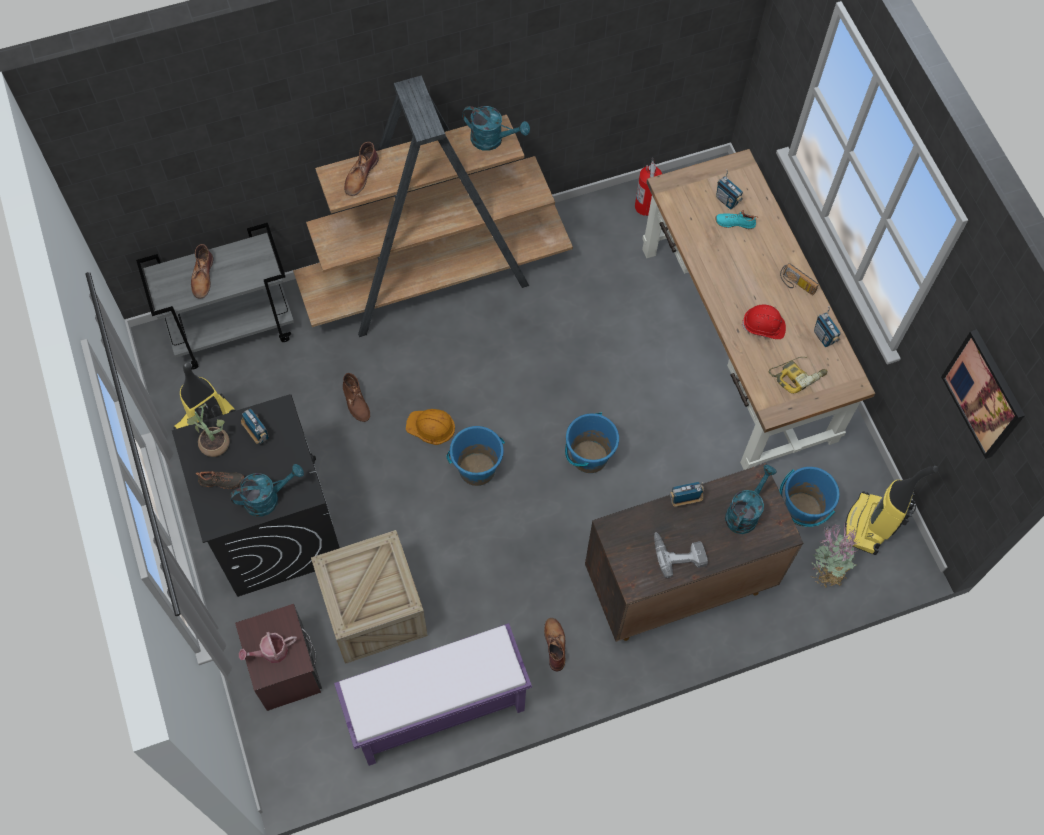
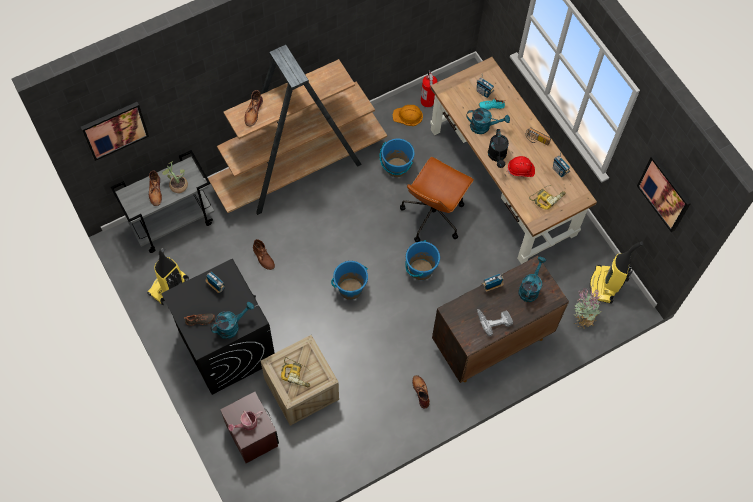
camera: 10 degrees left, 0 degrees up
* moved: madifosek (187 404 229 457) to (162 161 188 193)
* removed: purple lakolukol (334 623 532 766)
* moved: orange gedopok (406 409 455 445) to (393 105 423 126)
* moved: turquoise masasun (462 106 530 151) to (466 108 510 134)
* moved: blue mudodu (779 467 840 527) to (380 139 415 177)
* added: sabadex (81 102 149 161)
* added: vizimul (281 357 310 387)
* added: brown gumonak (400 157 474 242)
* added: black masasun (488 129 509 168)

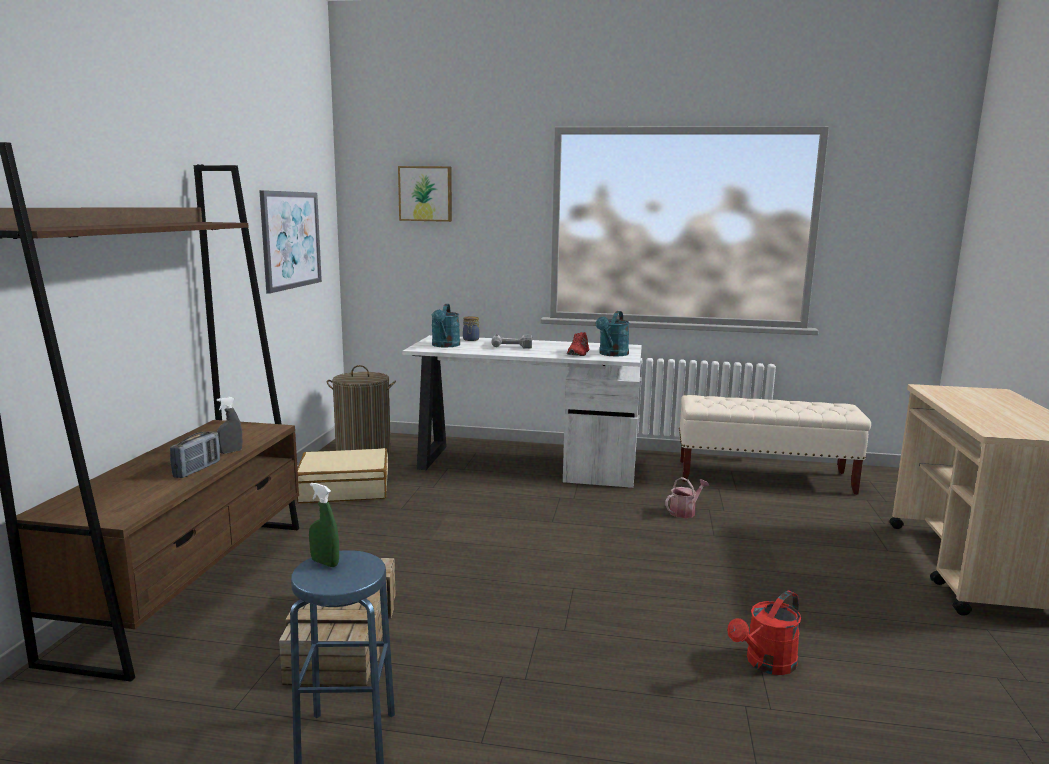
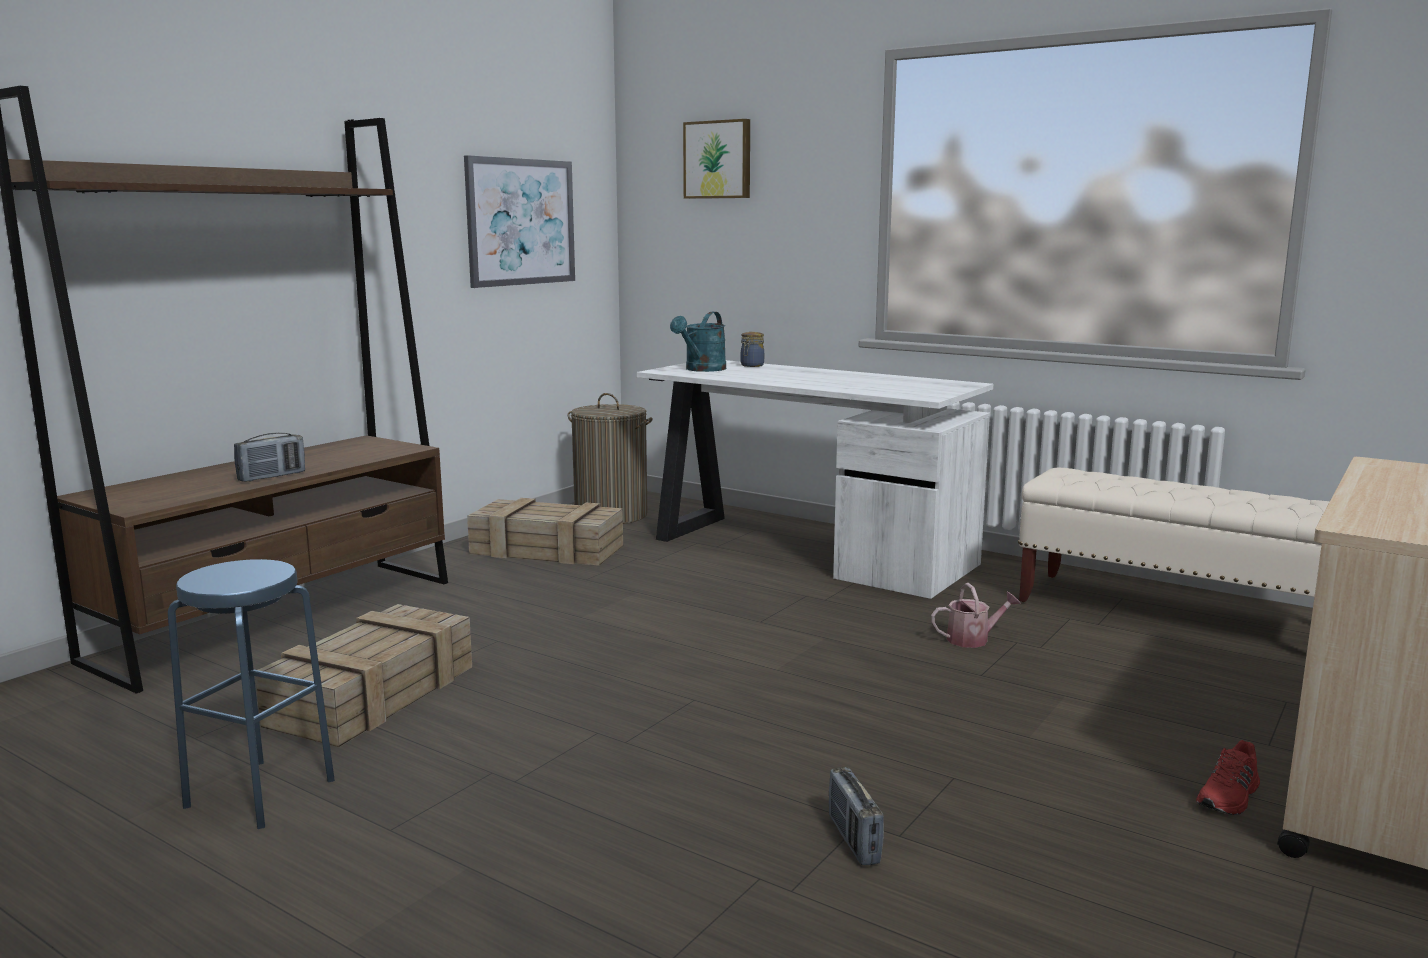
camera: 25 degrees right, 0 degrees up
* removed: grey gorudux (216 397 243 454)
* replaced: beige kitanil (296 448 388 503) to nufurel (467 498 623 566)
* removed: green gorudux (309 483 339 567)
* removed: vizimul (491 334 532 349)
* moved: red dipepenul (567 332 589 356) to (1196 740 1260 815)
* removed: turquoise masasun (596 311 629 356)
* replaced: red masasun (727 591 801 675) to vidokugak (829 767 884 865)

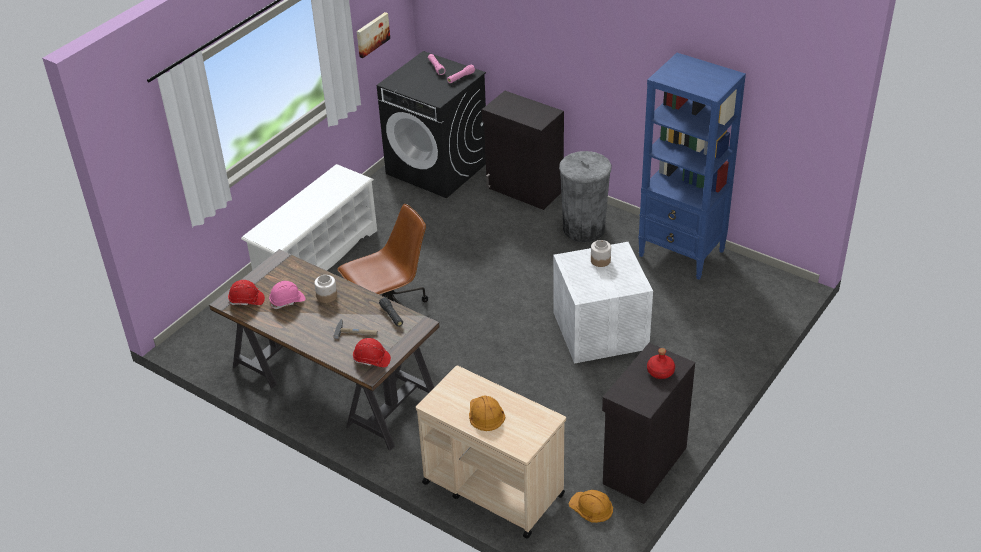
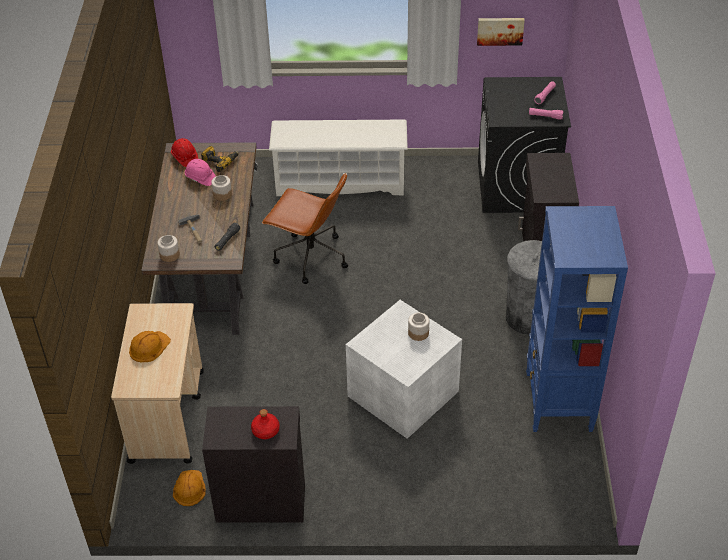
camera: 55 degrees right, 5 degrees up
* replaced: red gedopok (353 338 391 367) to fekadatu (157 235 180 262)
* added: vizimul (201 146 239 172)

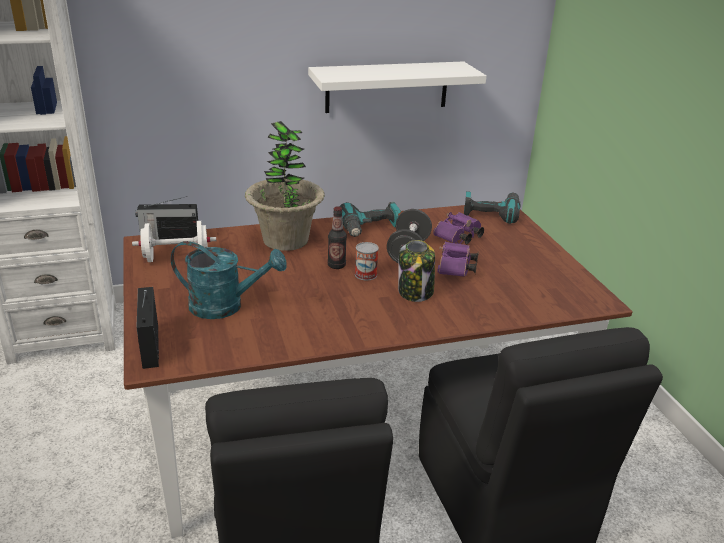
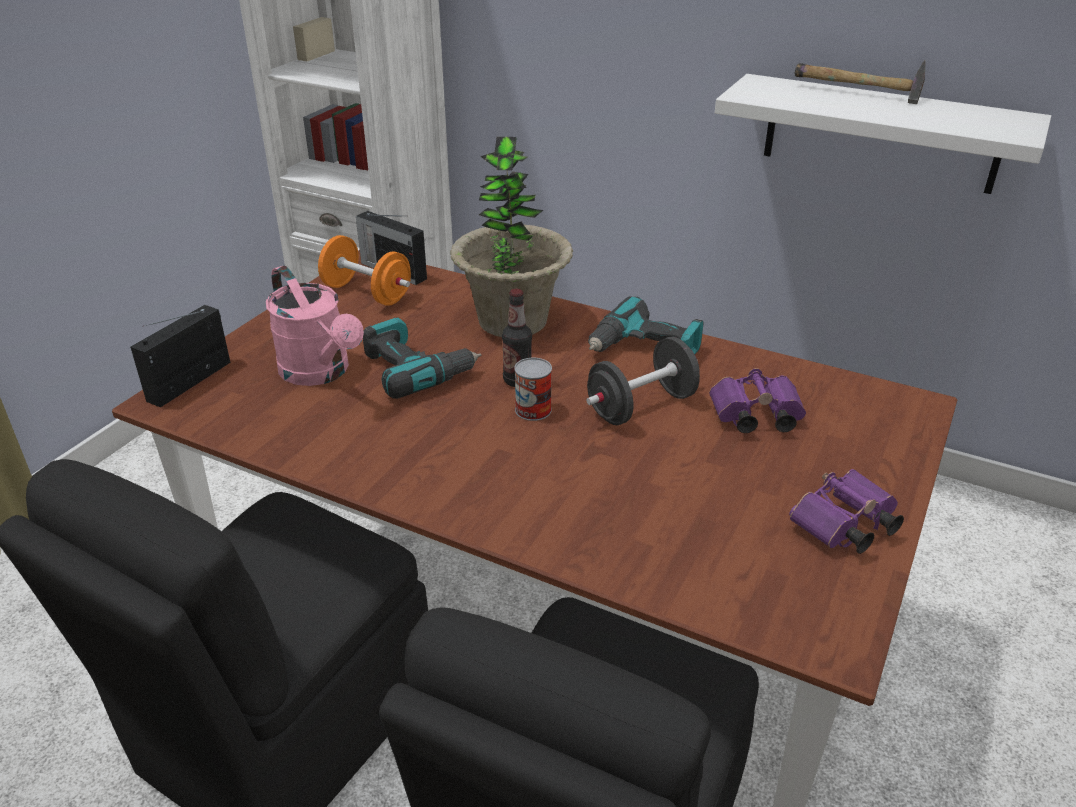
camera: 45 degrees right, 5 degrees up
* recoloured: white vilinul (132 221 216 262) to orange vilinul (318 235 411 306)
* recoloured: turquoise masasun (171 241 287 319) to pink masasun (266 265 364 386)
* removed: fekadatu (398 240 435 302)
* moved: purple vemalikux (437 242 479 277) to (789 469 904 554)
* moved: vizimul (464 191 520 224) to (363 318 481 399)
* added: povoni (794 60 926 104)

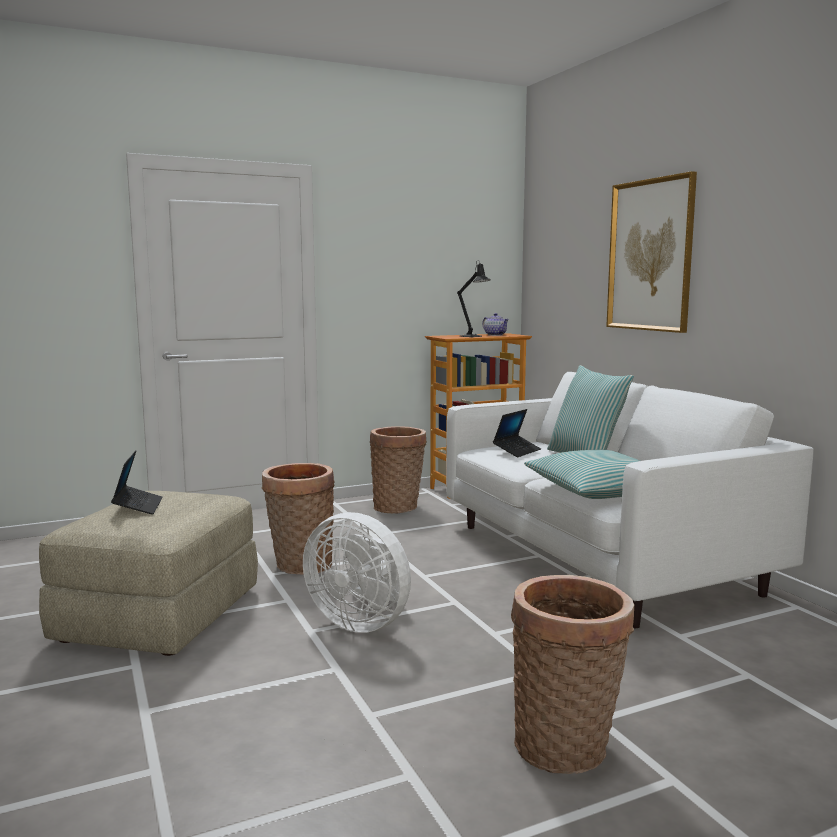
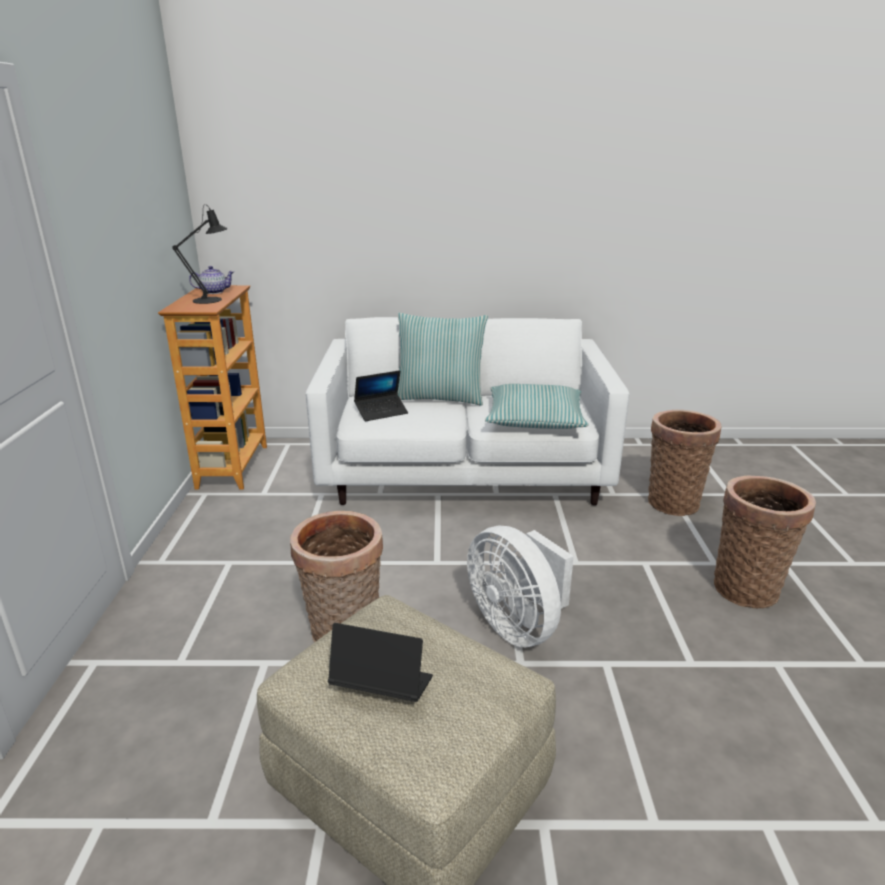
camera: 65 degrees left, 15 degrees up
* turned: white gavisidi (303 512 411 633) = (467 525 574 647) 90 degrees clockwise
* moved: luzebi (370 426 427 514) to (648 410 722 516)
* turned: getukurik (493 409 541 457) = (354 370 408 421) 90 degrees clockwise
* removed: sabadex (606 171 697 333)

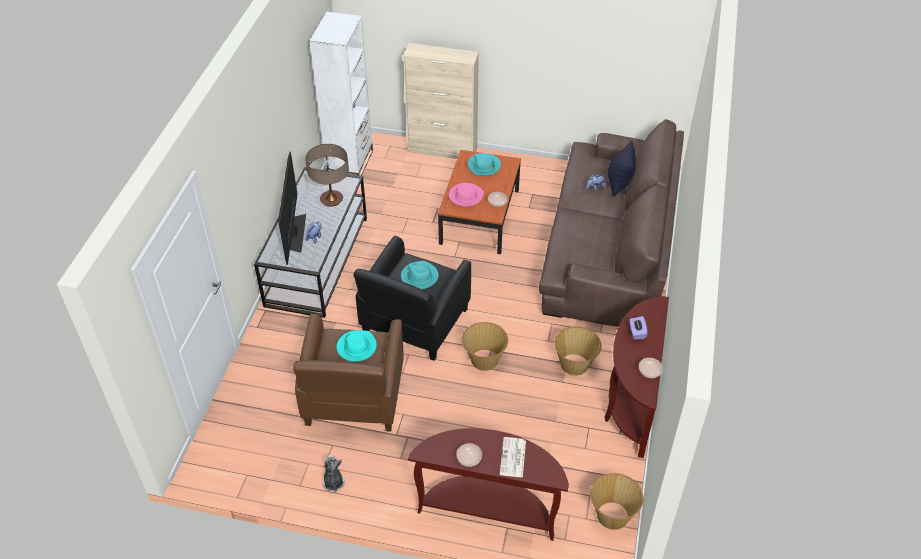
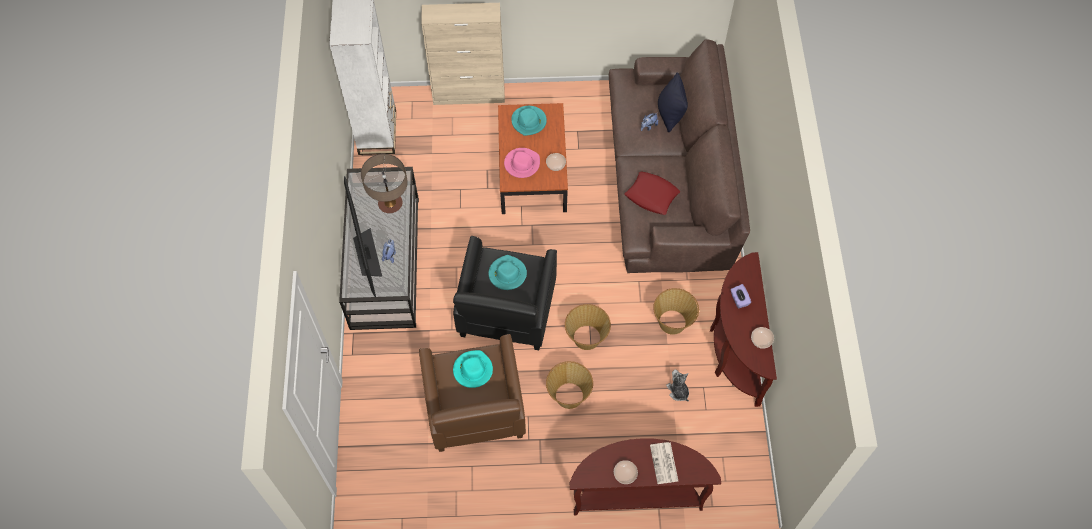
camera: 15 degrees left, 15 degrees up
* moved: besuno (322 454 345 492) to (666 370 689 402)
* moved: luzebi (590 473 643 530) to (546 361 593 409)
* added: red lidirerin (624 171 680 215)

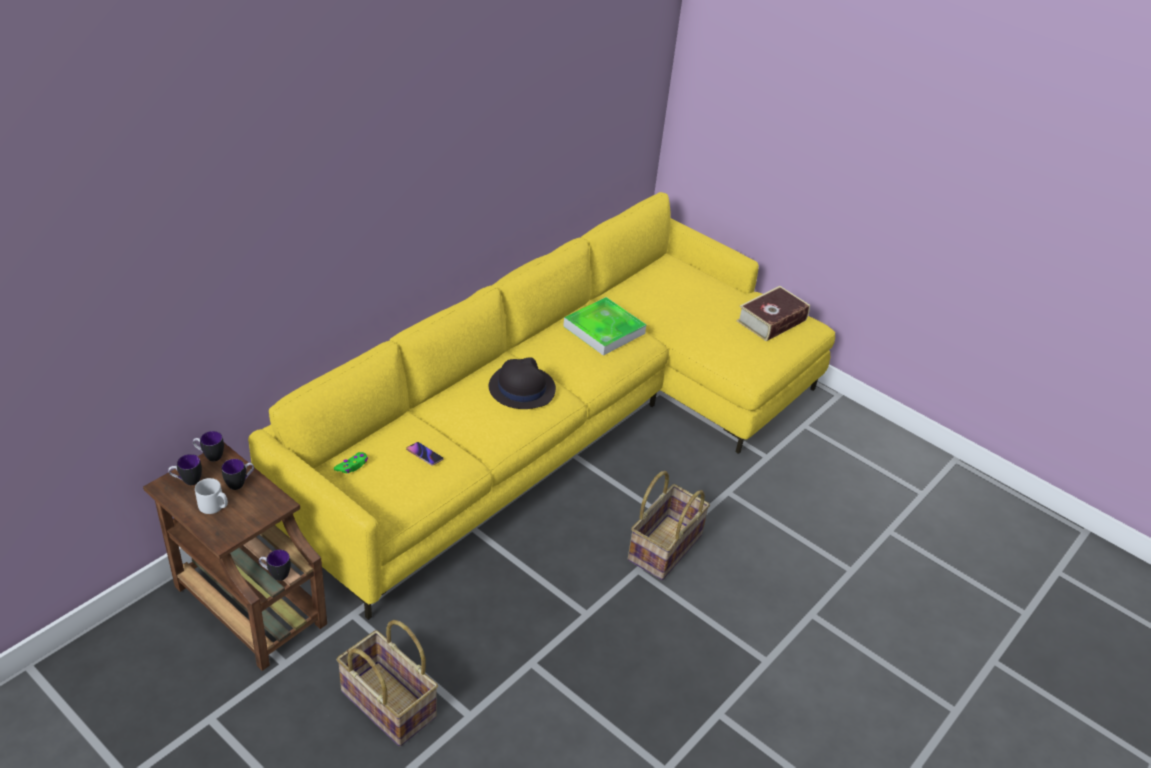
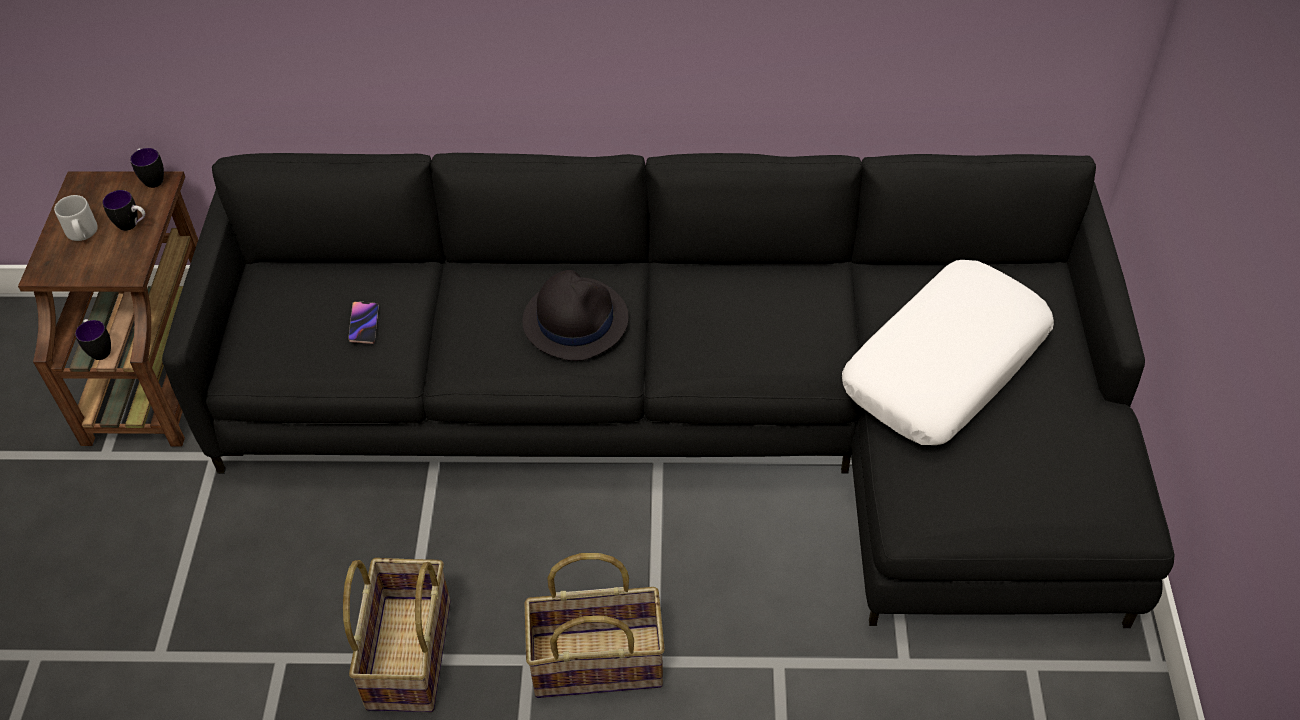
camera: 55 degrees right, 10 degrees up
* removed: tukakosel (168 454 202 485)
* recoloured: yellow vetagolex (248 192 835 620) to black vetagolex (162 153 1174 628)
* removed: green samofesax (334 452 368 473)
* moved: luzebi (337 620 438 747) to (343 558 451 712)
* removed: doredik (563 297 646 356)
* removed: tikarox (736 286 810 341)
* added: white lidirerin (842 260 1054 445)

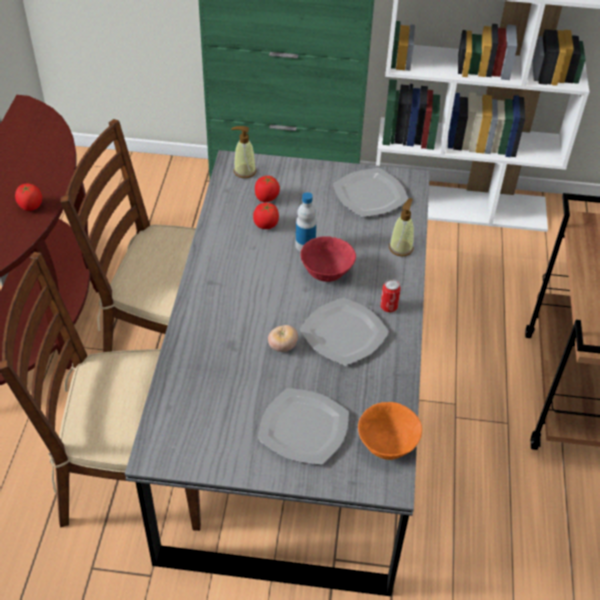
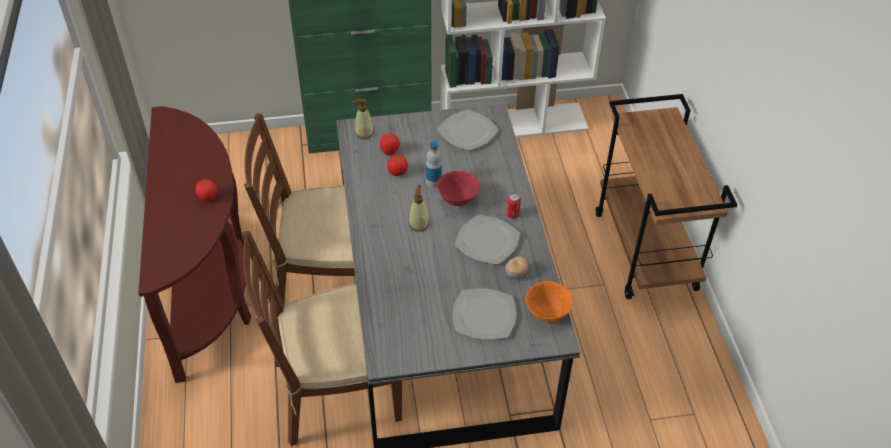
camera: 15 degrees left, 0 degrees up
* moved: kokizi (268 325 298 352) to (505 256 528 278)
* moved: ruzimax (389 198 414 256) to (409 185 429 232)

